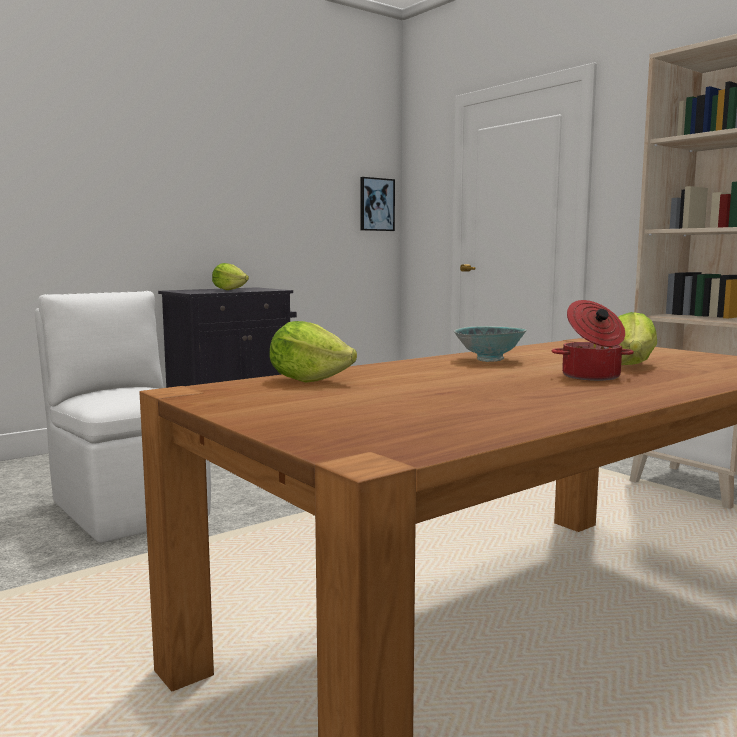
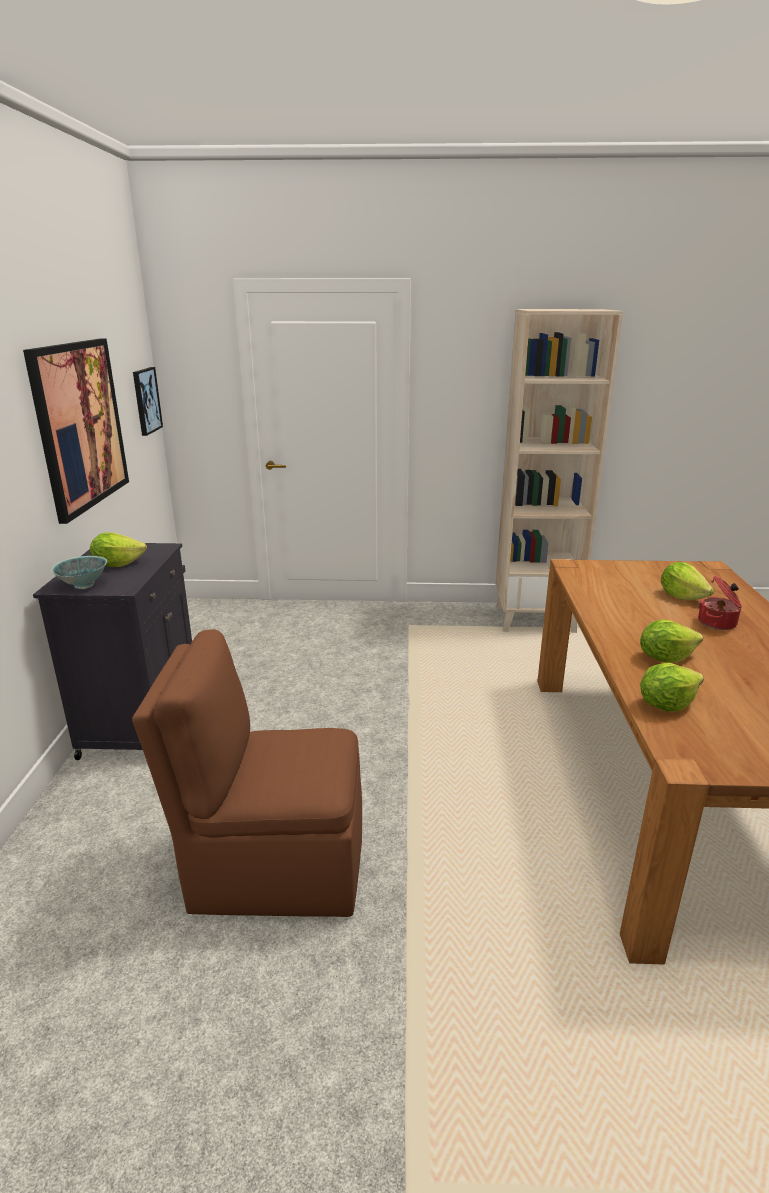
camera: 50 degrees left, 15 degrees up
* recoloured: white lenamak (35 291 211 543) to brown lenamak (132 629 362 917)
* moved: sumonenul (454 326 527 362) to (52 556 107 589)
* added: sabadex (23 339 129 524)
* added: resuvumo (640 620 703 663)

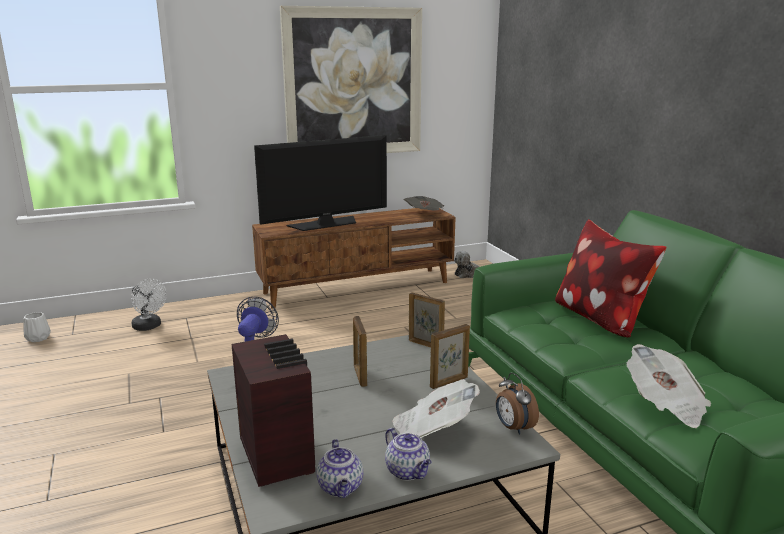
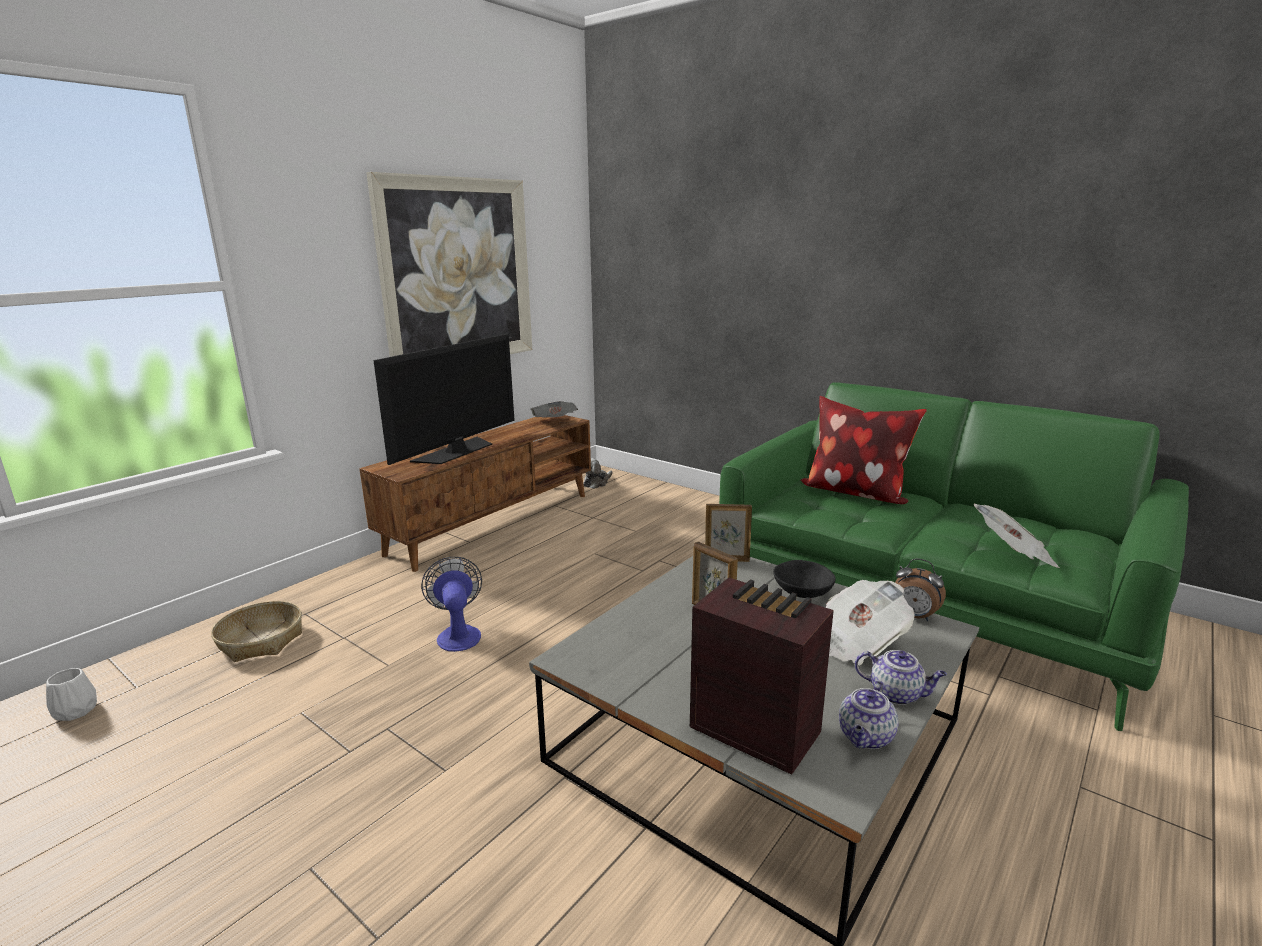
camera: 30 degrees left, 0 degrees up
* replaced: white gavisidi (131 279 167 331) to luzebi (211 601 302 662)
* turned: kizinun (316 439 363 498) = (839 680 898 749) 75 degrees clockwise
* replaced: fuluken (430 324 470 389) to black sumonenul (773 560 836 598)

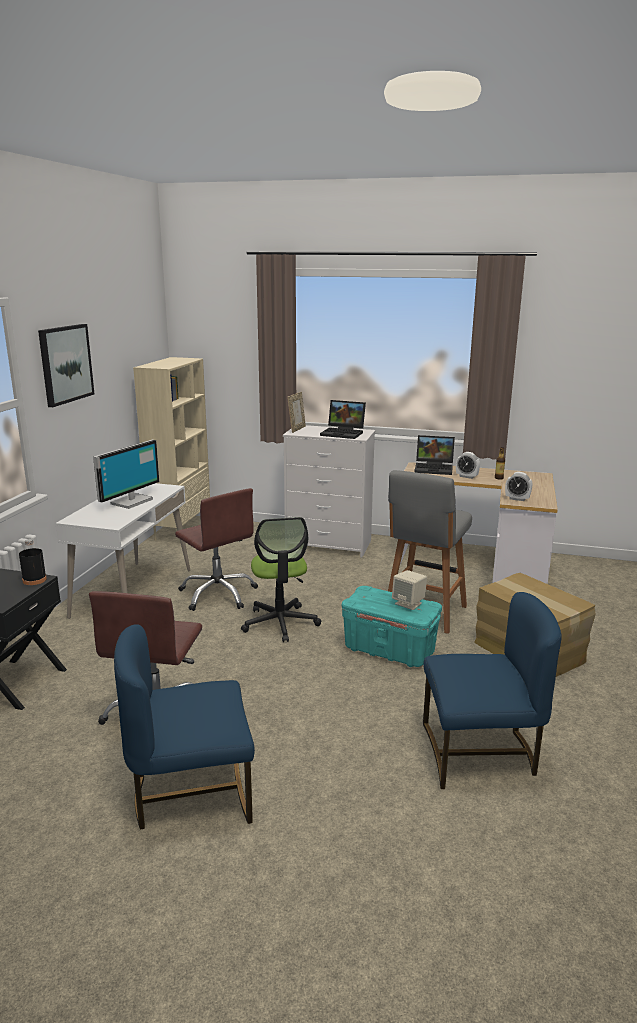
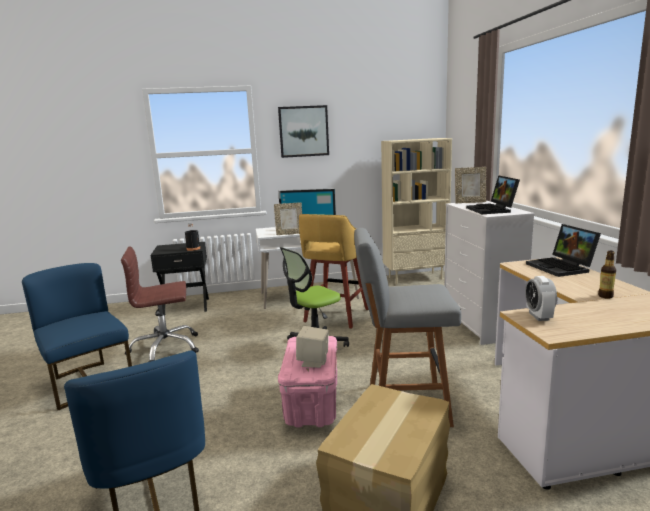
camera: 65 degrees right, 5 degrees down
* replaced: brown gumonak (175 488 258 611) to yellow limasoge (299 214 369 329)
* recoloured: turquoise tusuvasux (342 586 442 667) to pink tusuvasux (278 336 337 428)
* removed: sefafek (456 452 480 479)
* added: fuluken (274 202 302 235)

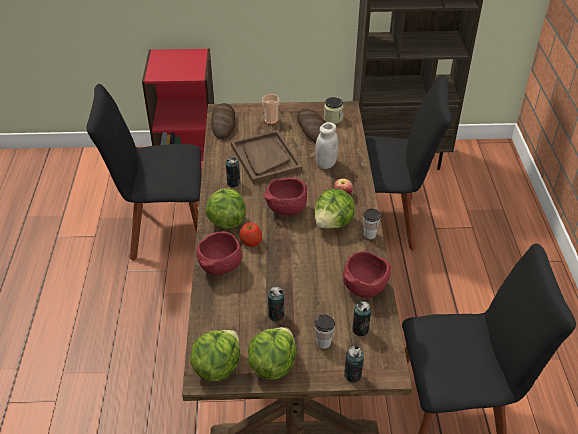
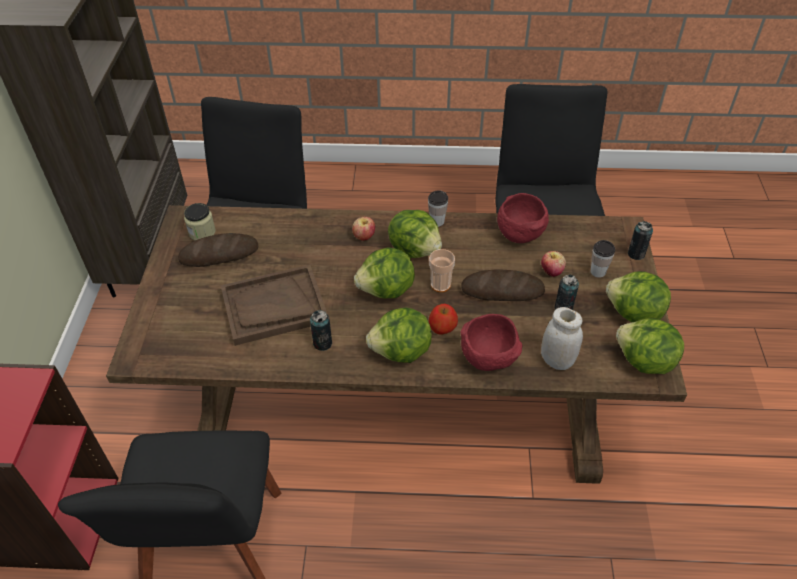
camera: 85 degrees left, 5 degrees up
* moved: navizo (211 103 235 139) to (461 270 545 301)
* moved: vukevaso (262 94 279 124) to (429 249 455 292)
* replaced: red sumonenul (264 178 307 216) to resuvumo (354 248 415 299)
* moved: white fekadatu (315 122 338 169) to (541 307 583 370)
* removed: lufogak (352 301 371 336)
* added: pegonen (541 251 566 277)

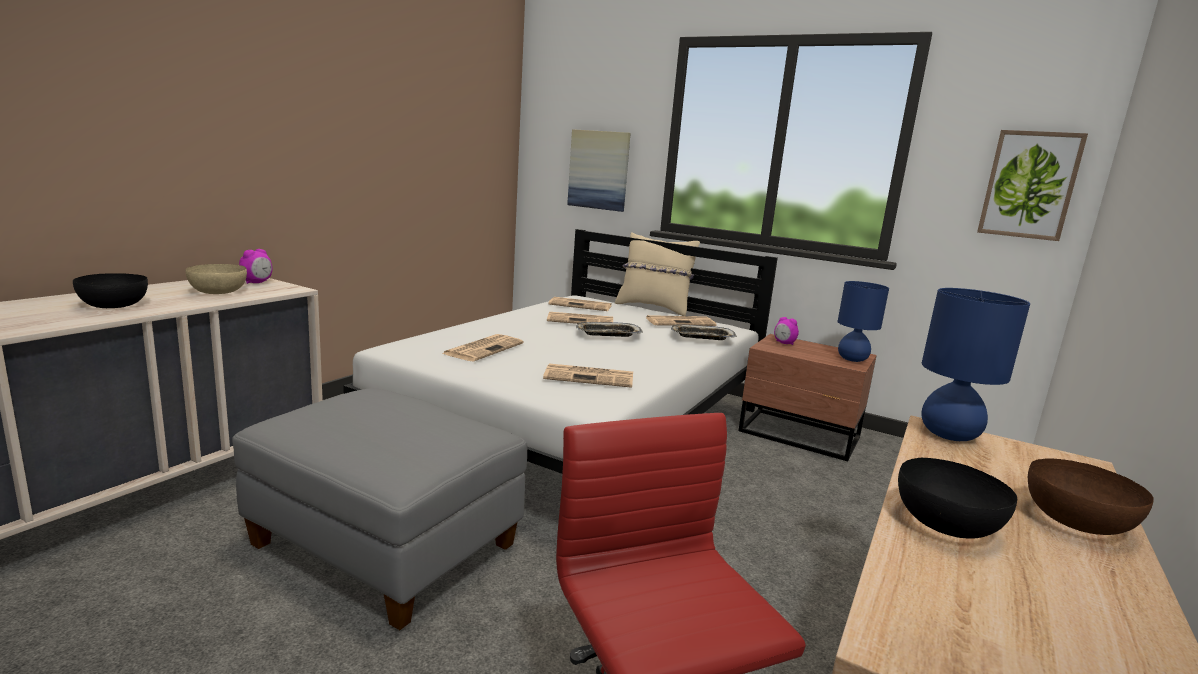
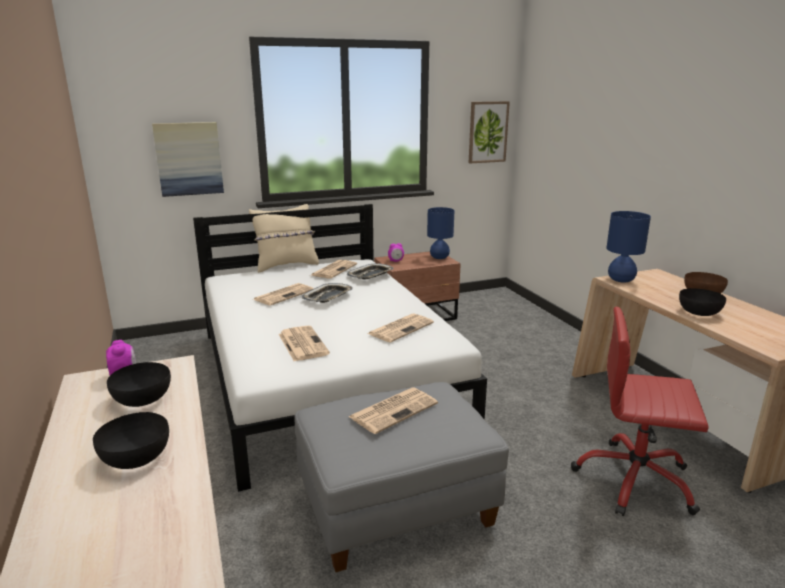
camera: 50 degrees left, 5 degrees up
* recoloured: beige sumonenul (186 264 247 294) to black sumonenul (107 362 171 407)
* moved: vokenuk (548 297 612 311) to (348 388 438 434)

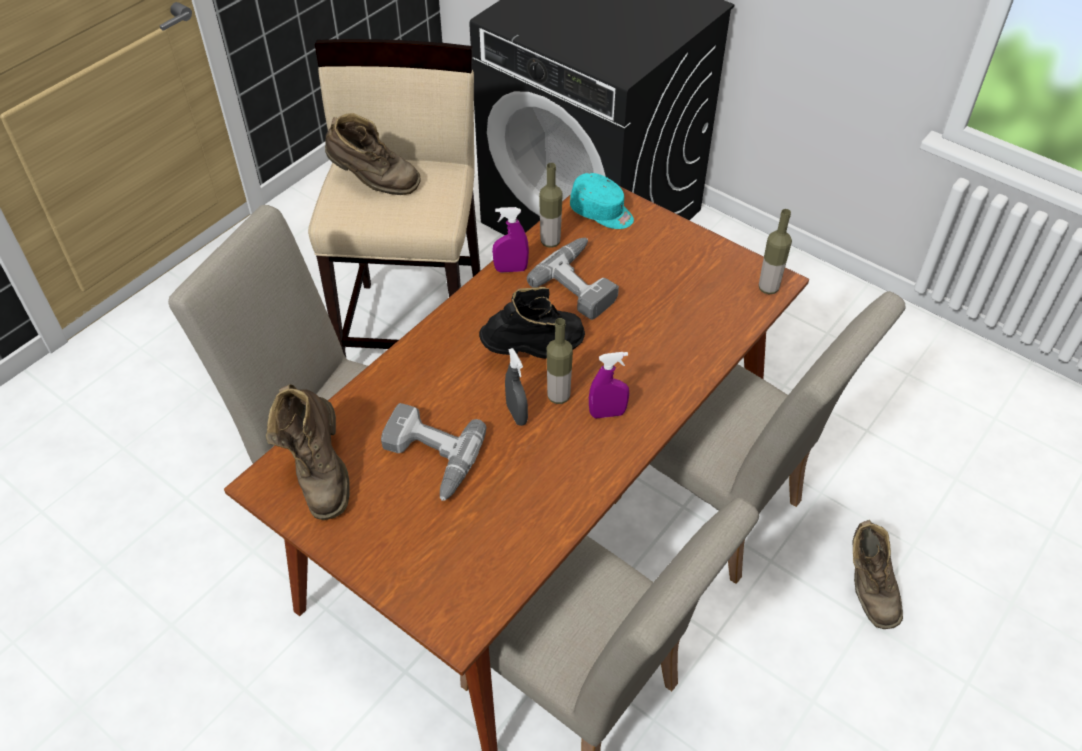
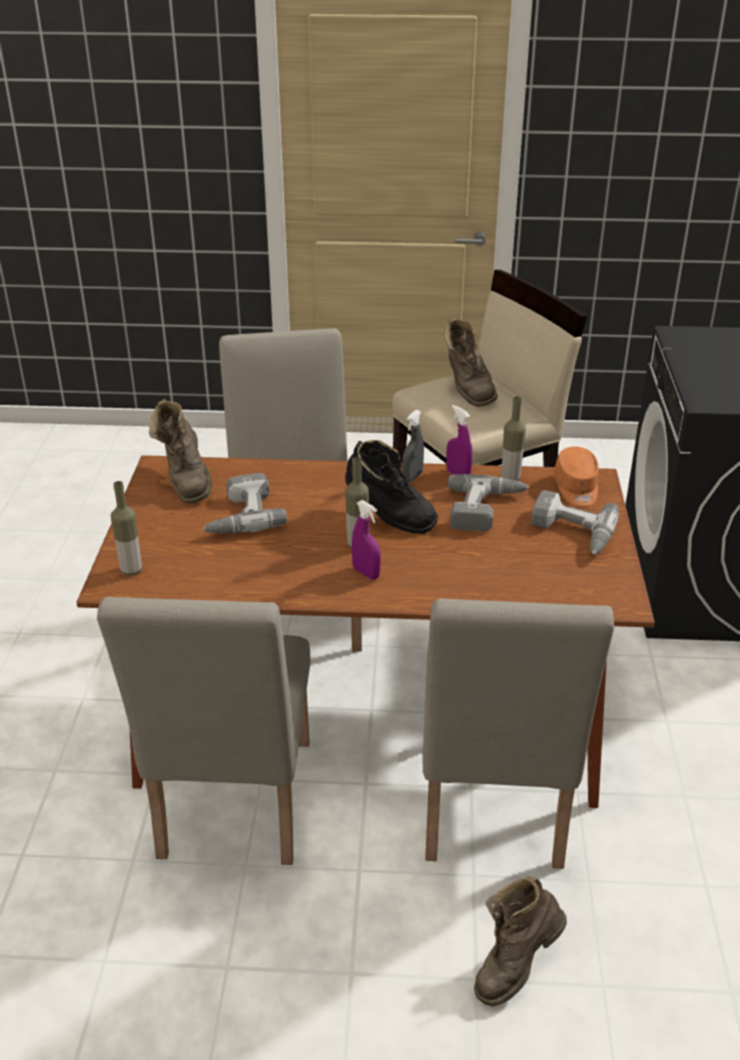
camera: 55 degrees right, 15 degrees down
* turned: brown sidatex (266 384 350 520) = (149 399 212 504) 60 degrees counterclockwise
* moved: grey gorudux (505 348 528 426) to (402 410 424 483)
* recoloured: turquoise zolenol (570 173 634 229) to orange zolenol (554 446 599 507)
* moved: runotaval (759 209 792 294) to (111 481 142 576)
* added: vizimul (531 490 619 555)

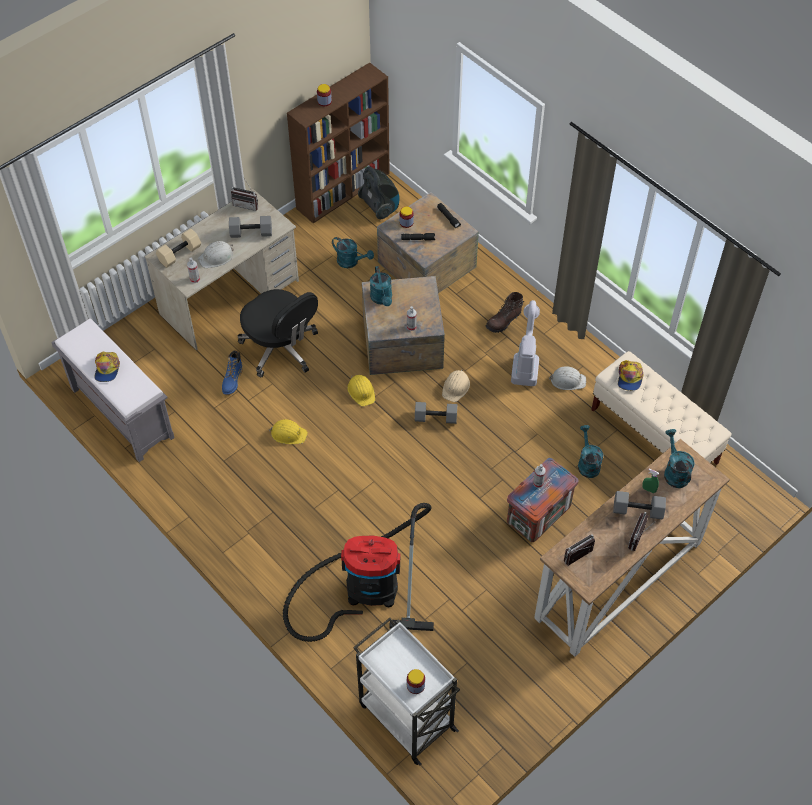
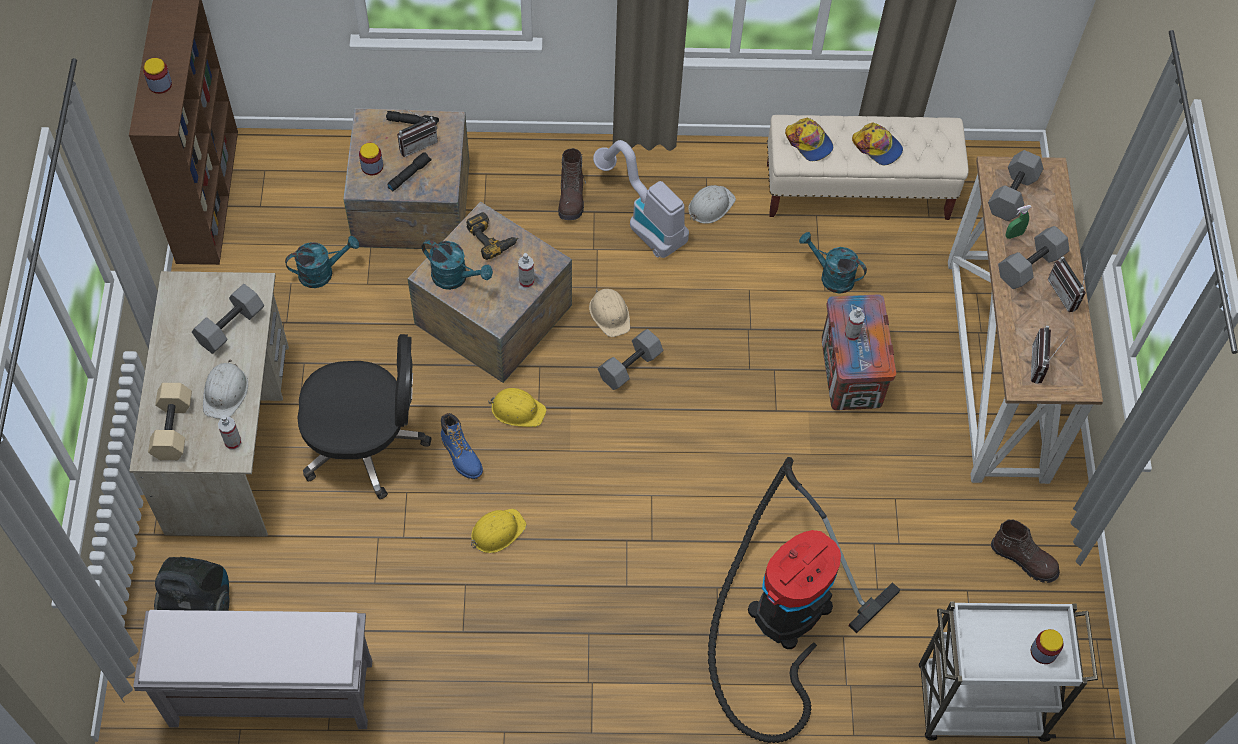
camera: 50 degrees left, 5 degrees up
* moved: zolenol (94 352 120 382) to (852 122 903 165)
* moved: blue sidatex (222 350 243 395) to (441 413 483 479)
* moved: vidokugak (231 180 258 211) to (397 109 438 157)
* moved: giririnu (358 166 400 219) to (154 557 229 611)
* replaced: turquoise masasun (664 429 694 488) to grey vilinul (988 150 1044 221)
* added: vizimul (466 212 518 260)
* added: brown sidatex (991 519 1060 583)

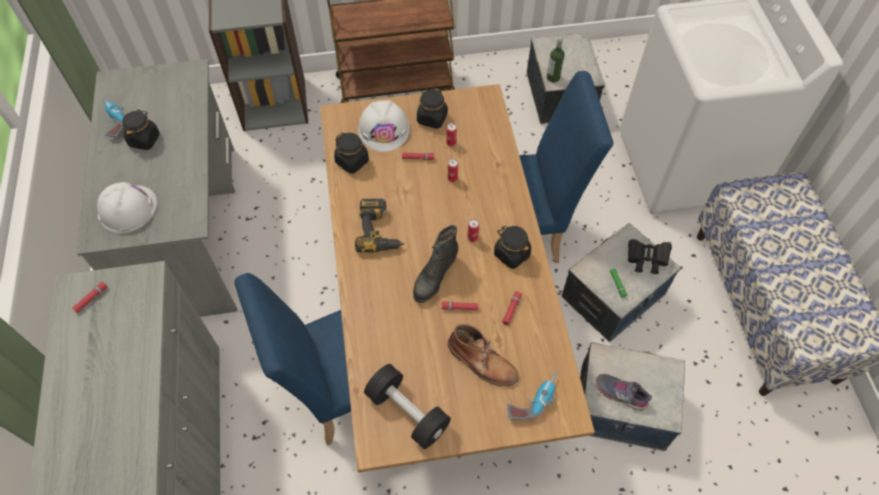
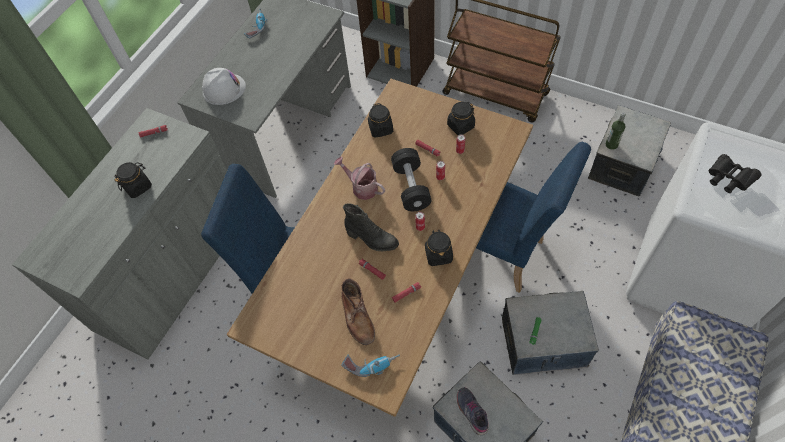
camera: 40 degrees right, 0 degrees up
* moved: black fekadatu (122 110 160 150) to (114 162 152 198)
* replaced: vizimul (355 199 404 253) to masasun (334 156 385 200)
* removed: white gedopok (358 100 410 152)
* moved: black vilinul (364 364 451 449) to (391 148 432 211)
* turned: black sidatex (413 225 458 303) = (343 204 399 252) 135 degrees counterclockwise
* moved: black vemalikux (628 239 672 274) to (708 154 761 193)

